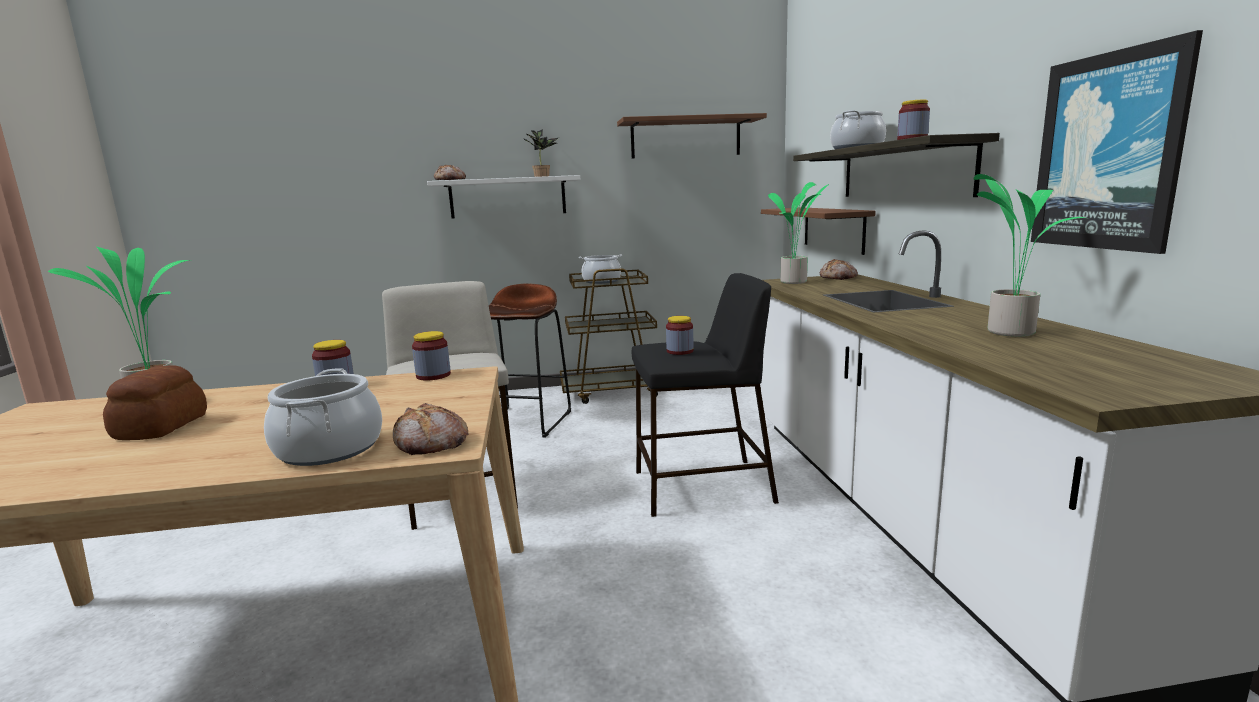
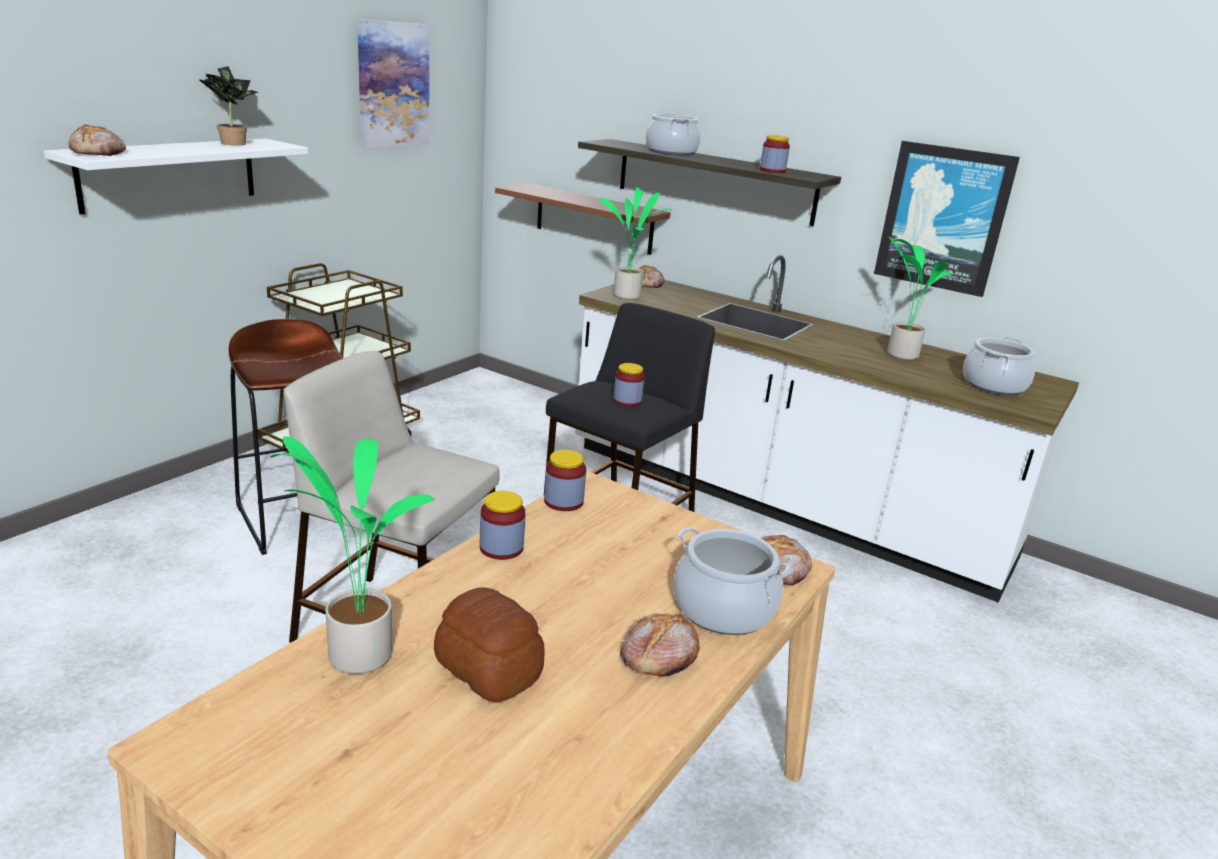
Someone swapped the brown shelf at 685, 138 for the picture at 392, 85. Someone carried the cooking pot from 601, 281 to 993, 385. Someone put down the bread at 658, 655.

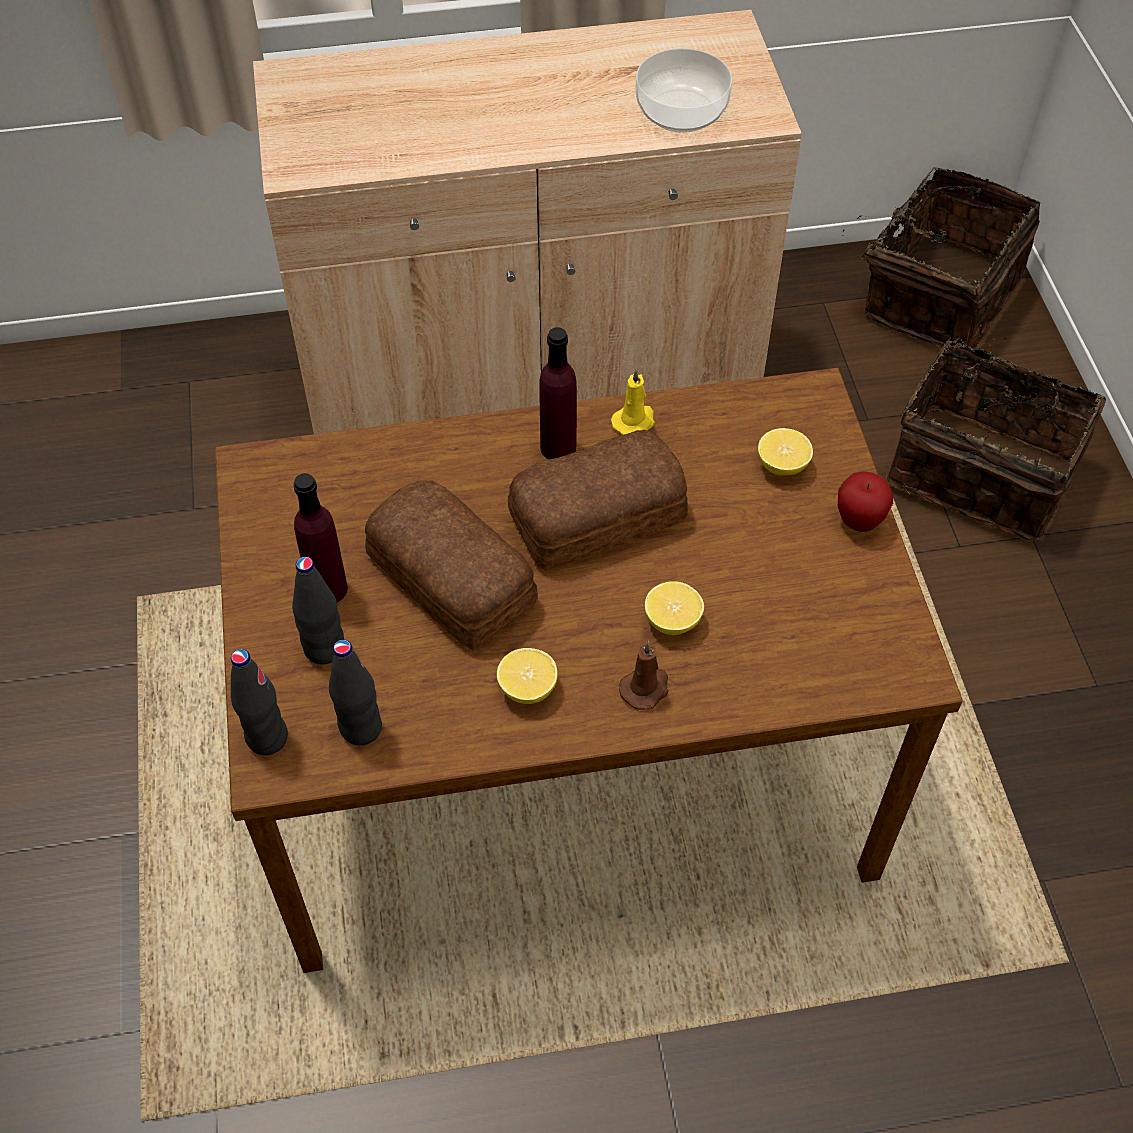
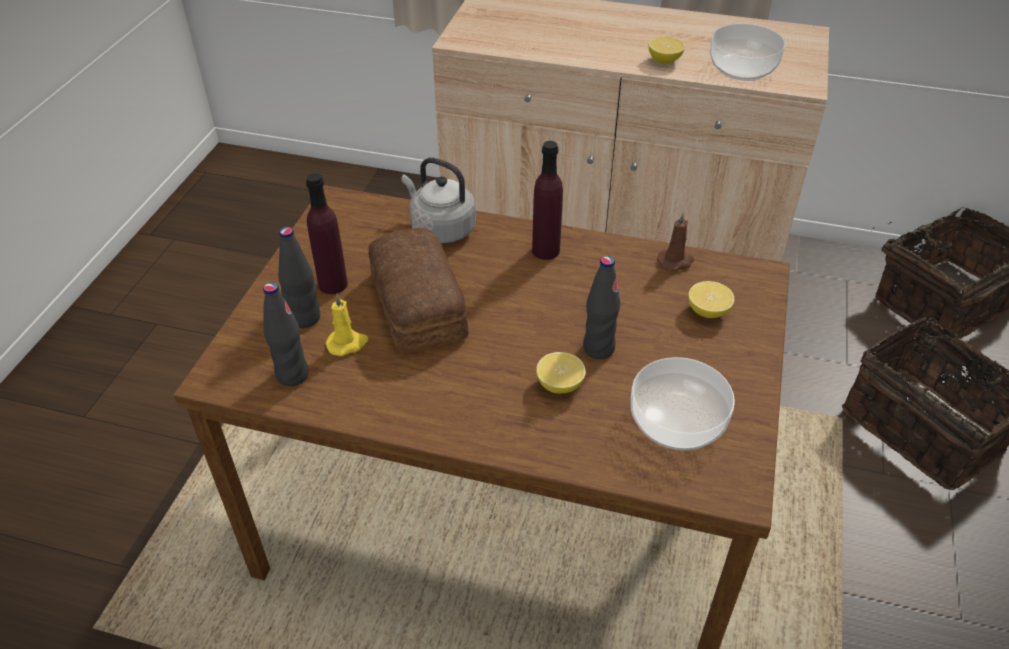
Someone carried the yellow candle from 634, 421 to 347, 343. Someone took away the bread at 593, 515. Someone took away the apple at 859, 521. Someone carried the brown candle from 645, 688 to 676, 261. Someone carried the lemon from 527, 688 to 664, 61. Someone carried the black bottle from 267, 738 to 598, 348. Someone put down the grey kettle at 440, 228. Someone put down the bowl at 675, 421.

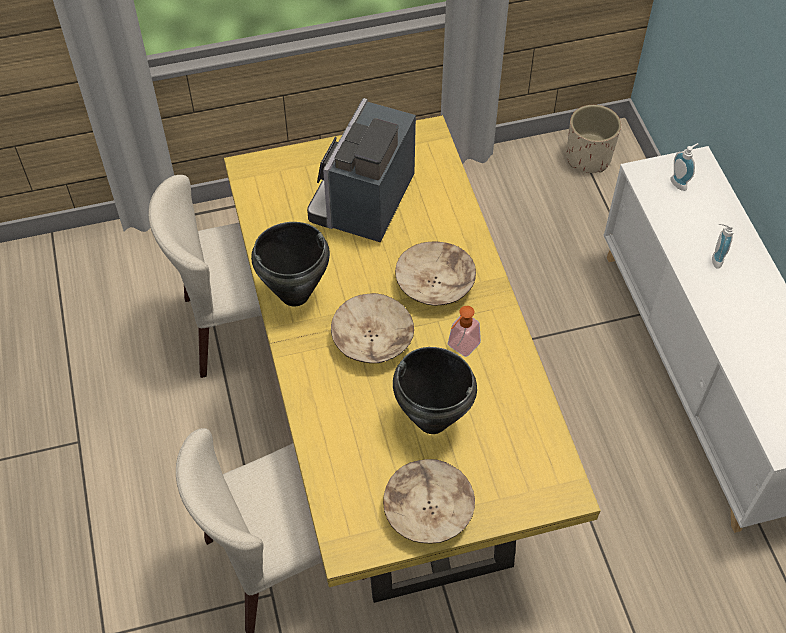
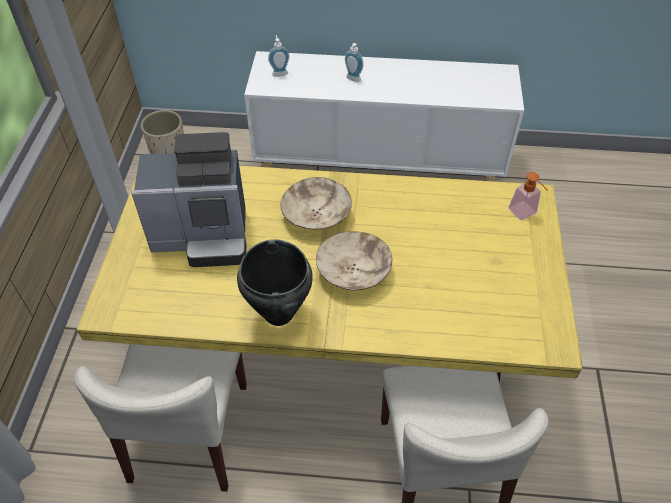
Someone rotated the coffee machine at 363, 203 by 45 degrees counterclockwise. Someone carried the soap dispenser from 460, 348 to 525, 214. Someone took away the black cooking pot at 432, 420. Someone took away the beige bowl at 428, 510.

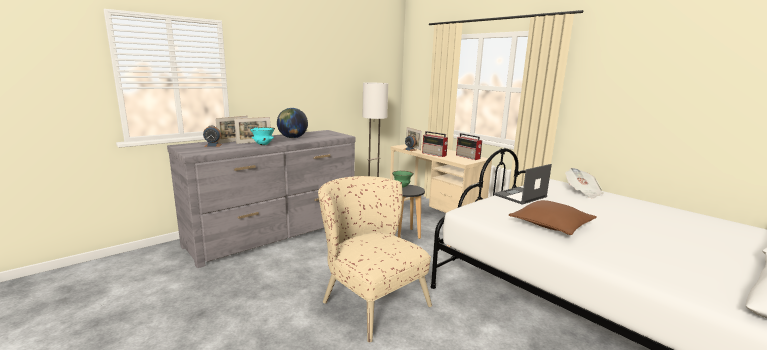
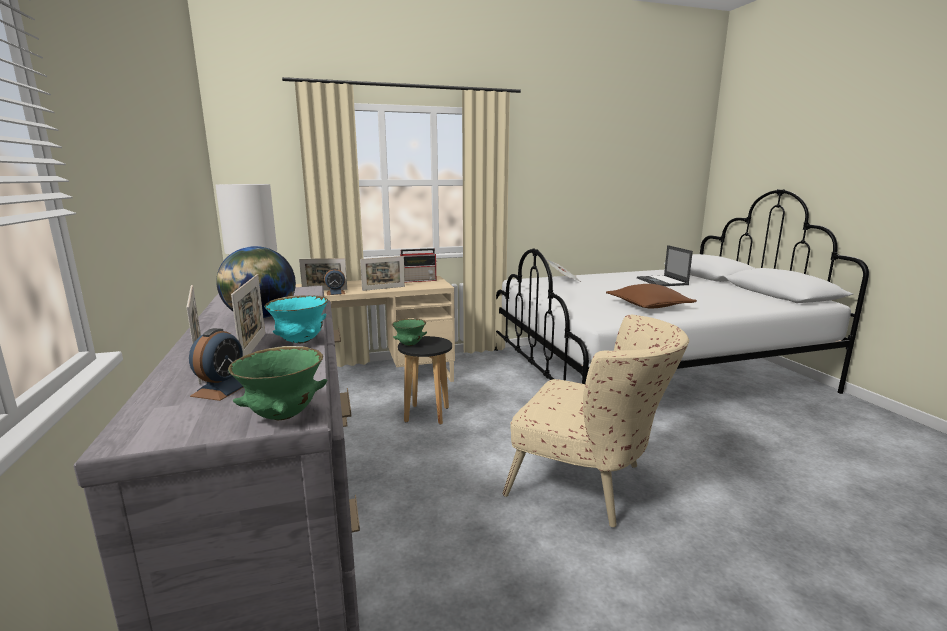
Someone swapped the radio at 434, 154 for the picture frame at 383, 288. Someone carried the laptop from 520, 196 to 662, 281. Someone rotated the beige armchair at 369, 299 by 135 degrees counterclockwise. Someone put down the green bowl at 284, 415.

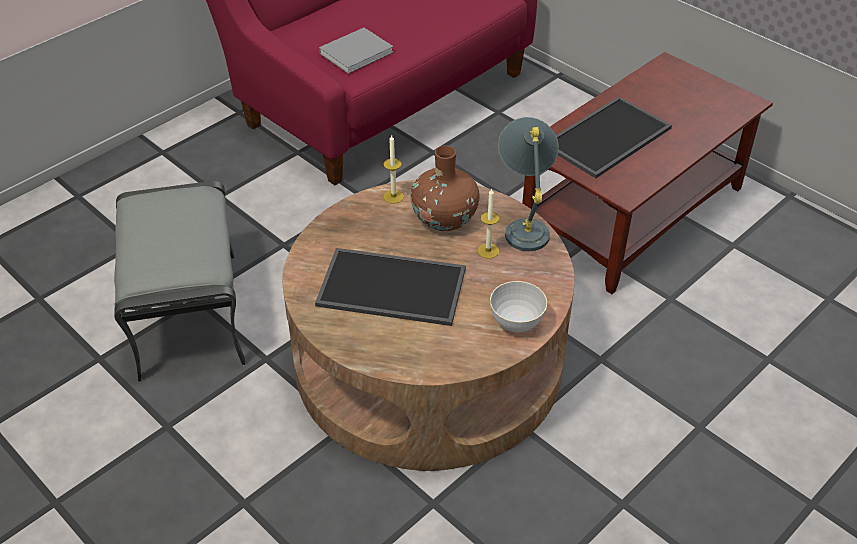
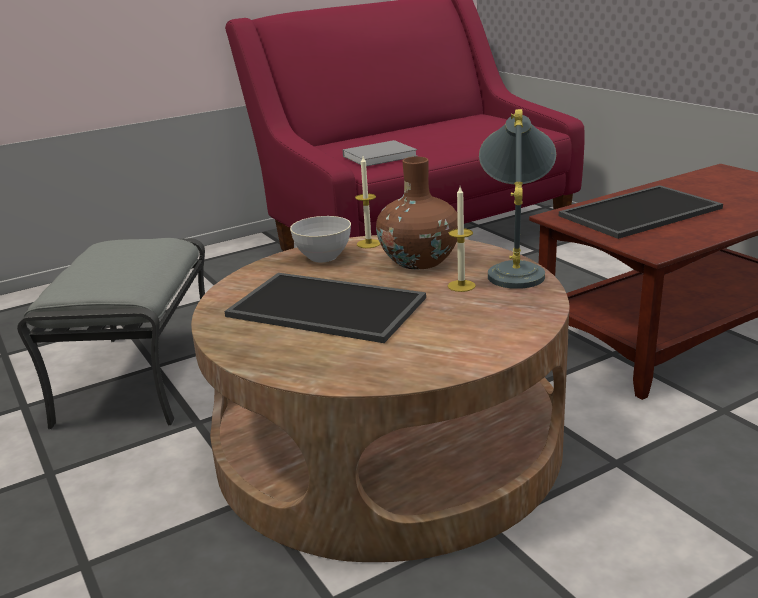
Someone carried the grey bowl from 516, 322 to 323, 257.

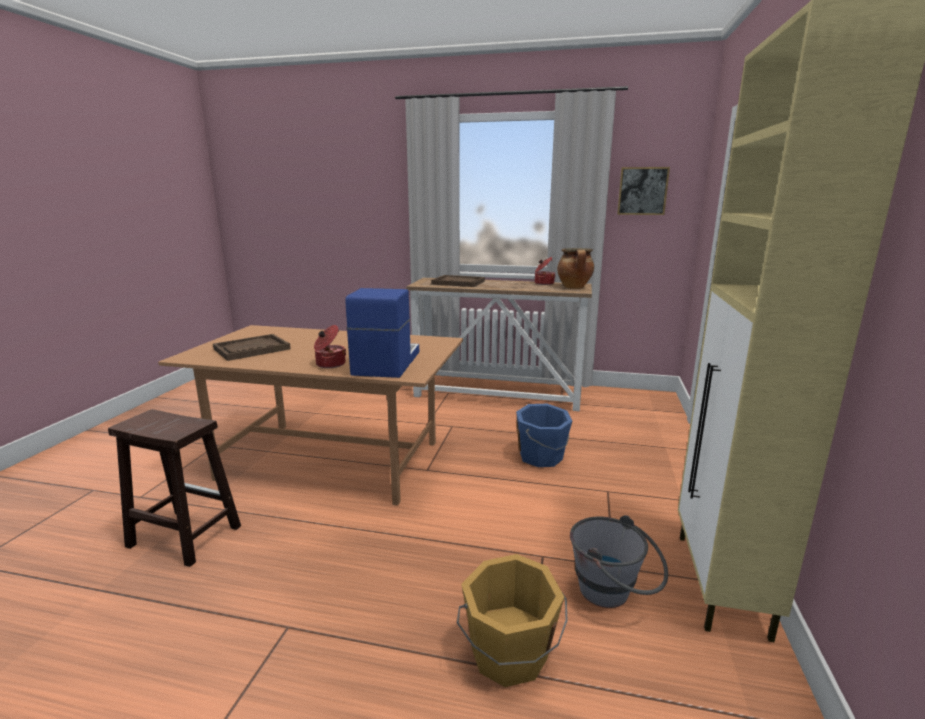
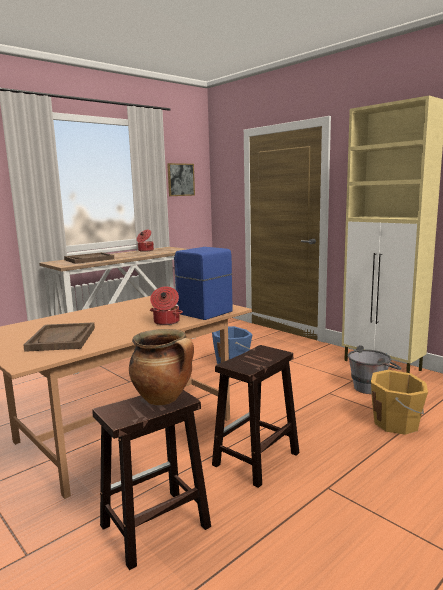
Someone carried the cooking pot from 574, 287 to 164, 399. Someone put down the brown stool at 255, 460.

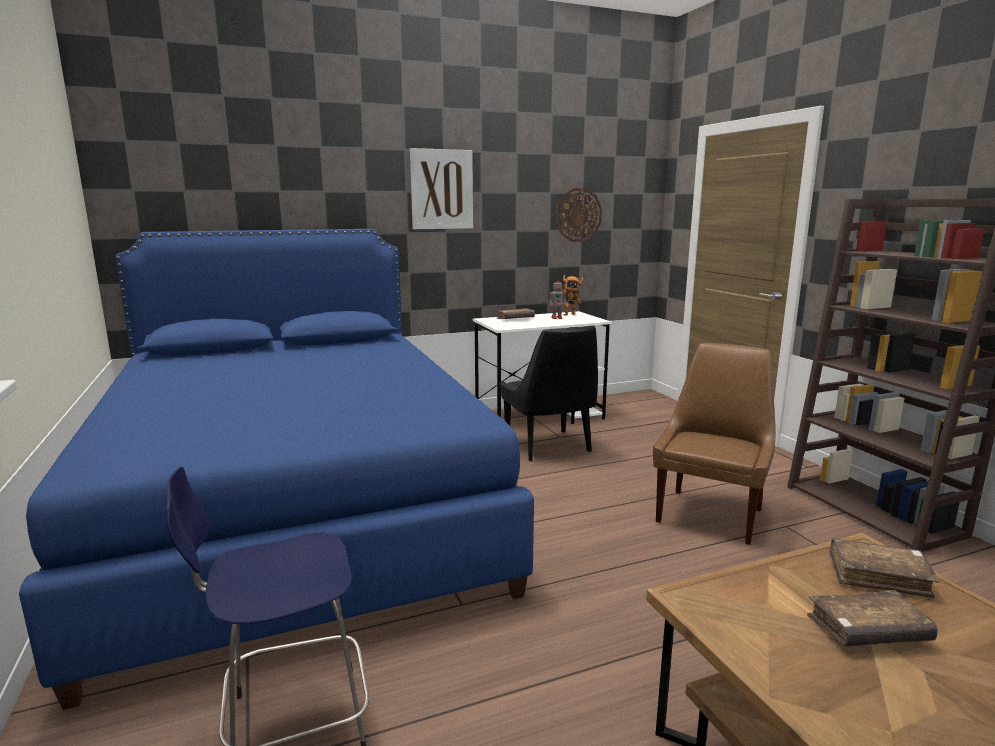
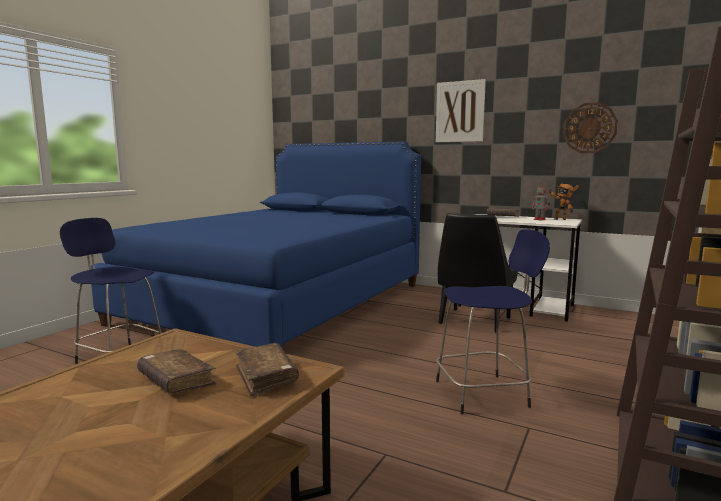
Someone swapped the brown chair at 710, 514 for the blue stool at 484, 393.

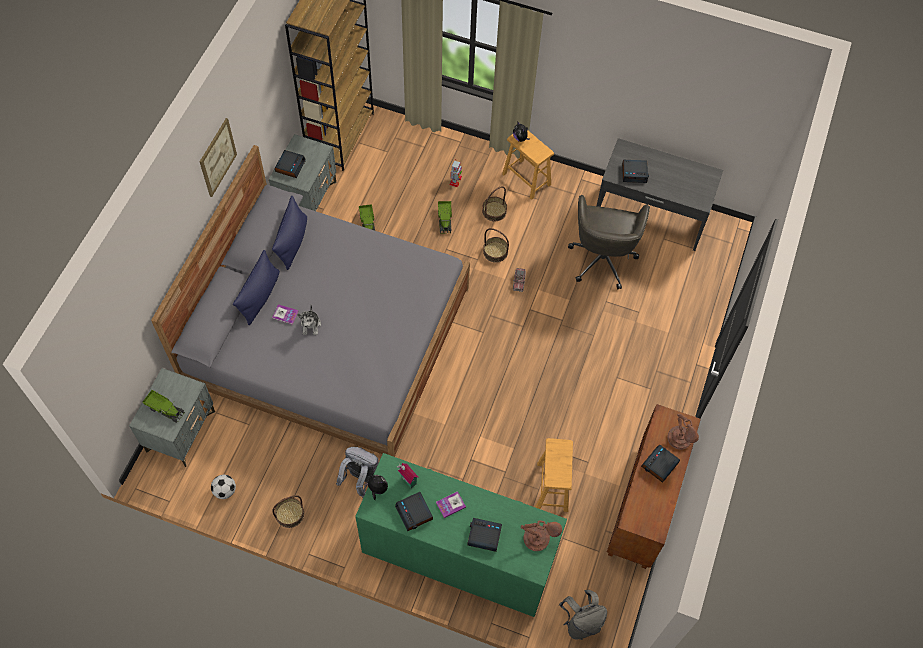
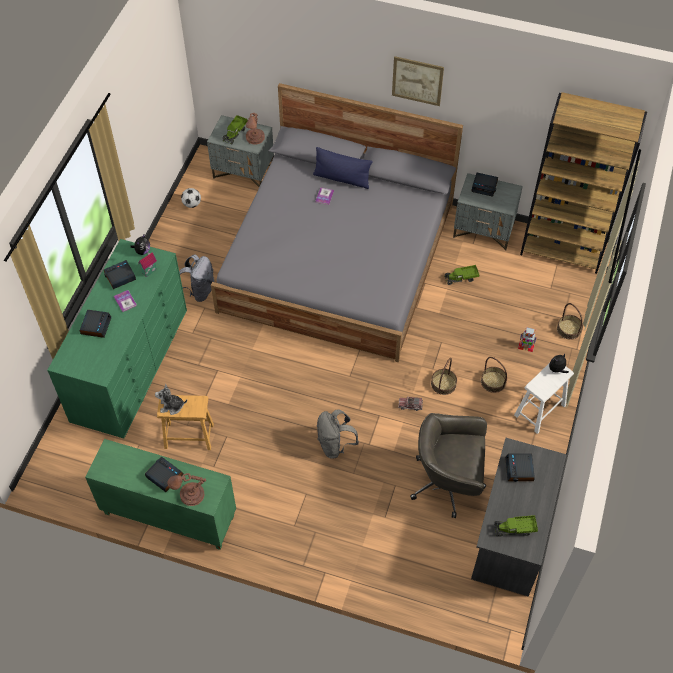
Someone repainted the brown stool at 526, 179, which became the white stool at 540, 410. Someone took away the blue pillow at 292, 242. Someone carried the toy truck from 445, 220 to 515, 529. Someone carried the plush toy from 311, 325 to 171, 406. Someone repainted the brown cabinet at 644, 505, which became the green cabinet at 168, 515. Someone carried the basket from 290, 514 to 569, 329. Someone carried the brown table lamp from 538, 539 to 255, 139. Someone carried the grey backpack from 581, 622 to 335, 445.

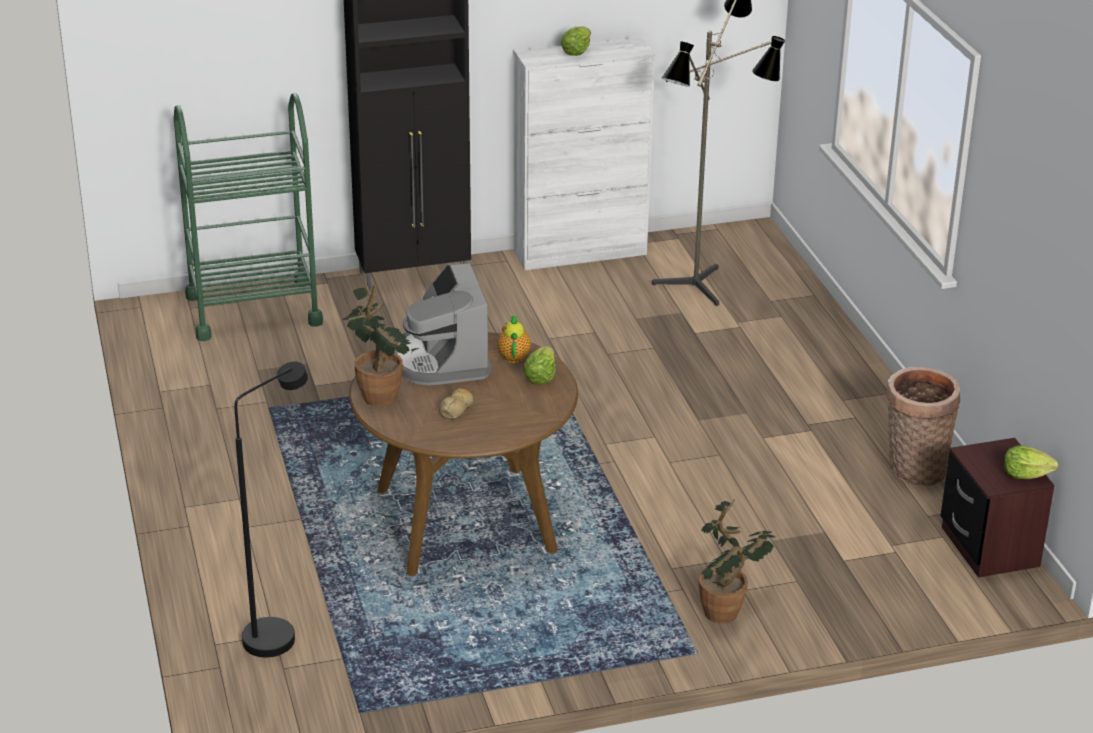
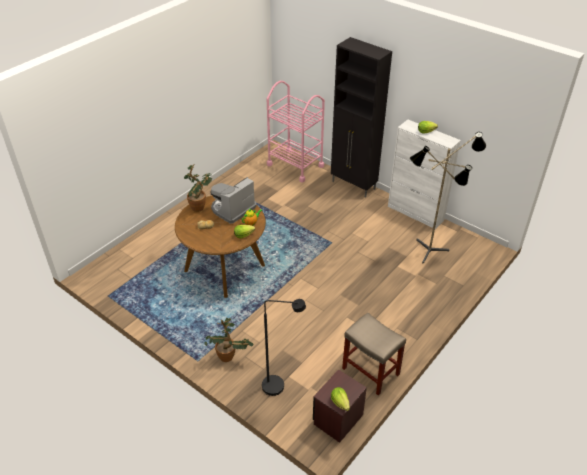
Someone repainted the green cart at 253, 310, which became the pink cart at 295, 165. Someone carried the black floor lamp from 278, 632 to 279, 386. Someone swapped the basket at 913, 469 for the beige stool at 370, 371.

